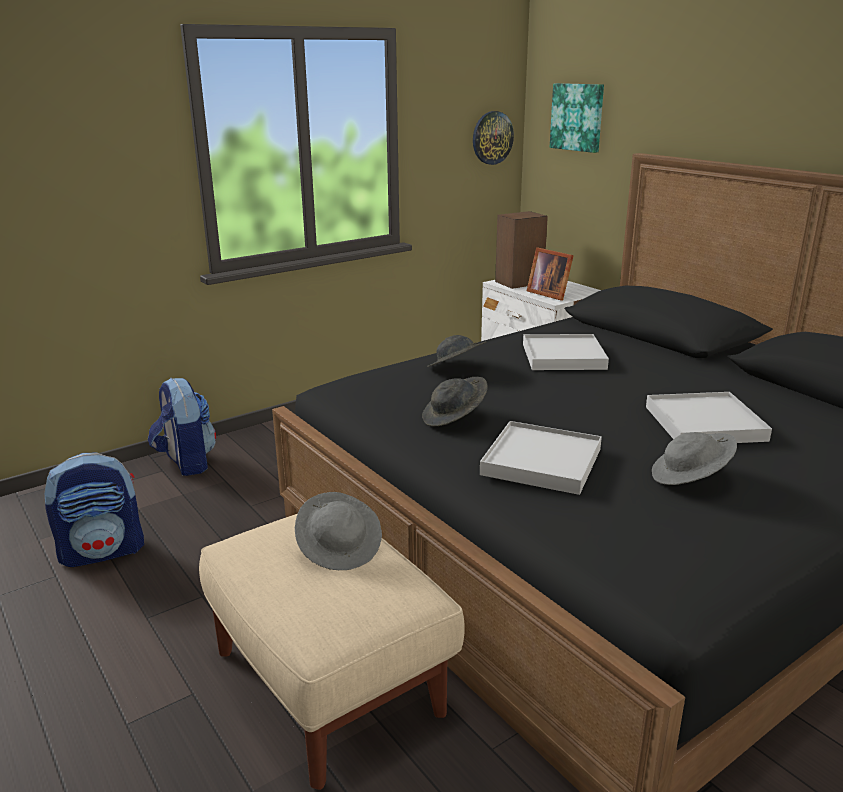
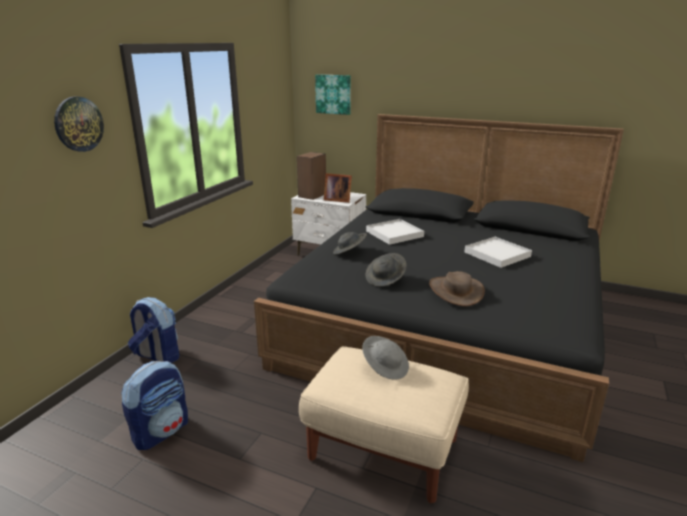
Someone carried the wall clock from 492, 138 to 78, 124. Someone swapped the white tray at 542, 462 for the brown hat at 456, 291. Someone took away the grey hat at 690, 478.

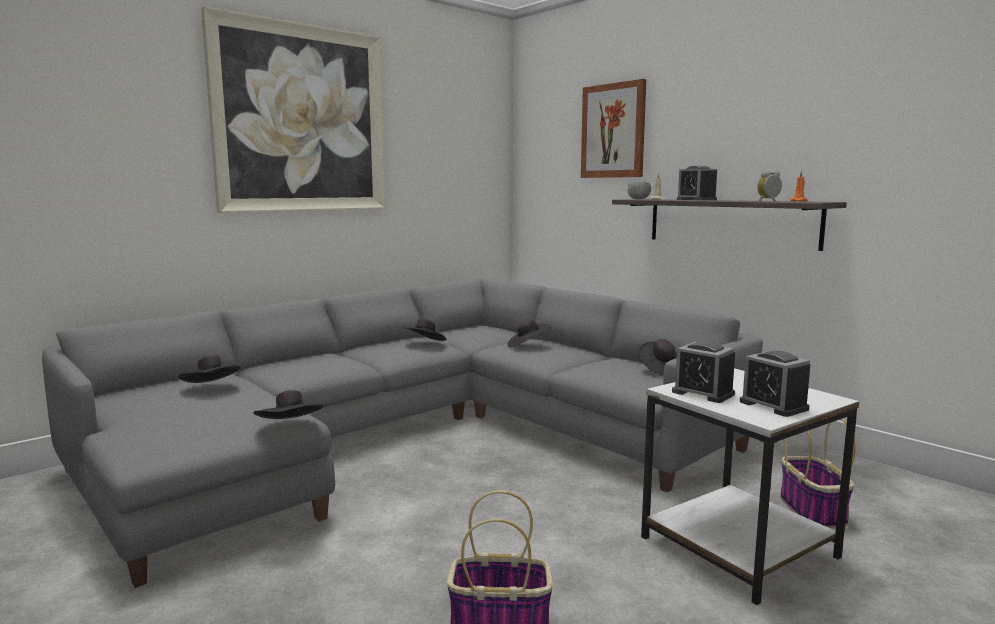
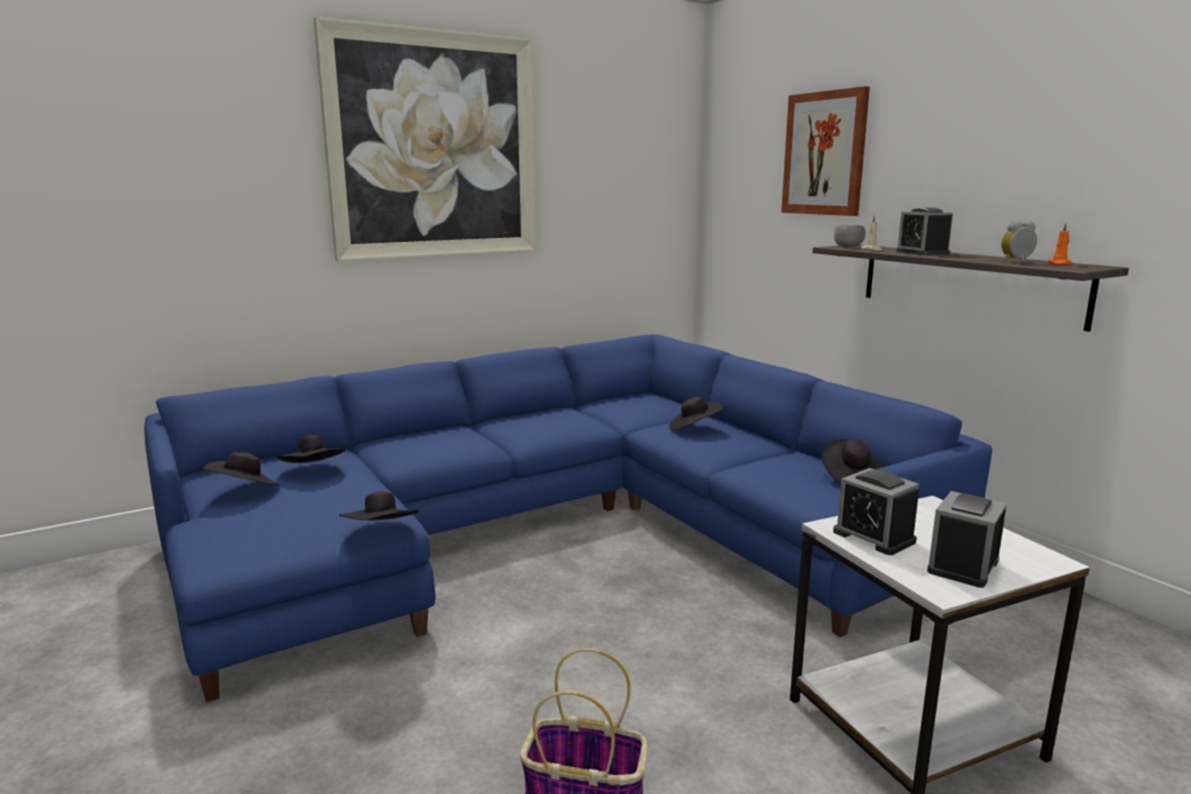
Someone repainted the grey sofa at 413, 436, which became the blue sofa at 550, 530. Someone carried the black hat from 425, 344 to 245, 490. Someone rotated the alarm clock at 773, 405 by 60 degrees clockwise. Someone took away the basket at 813, 511.

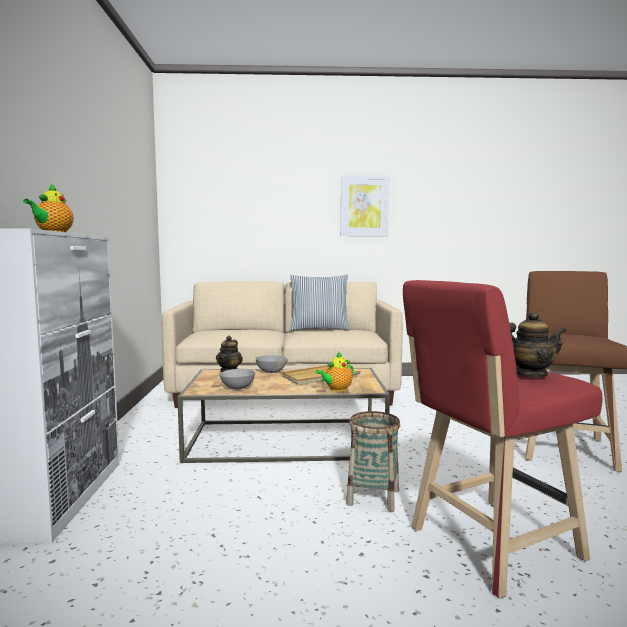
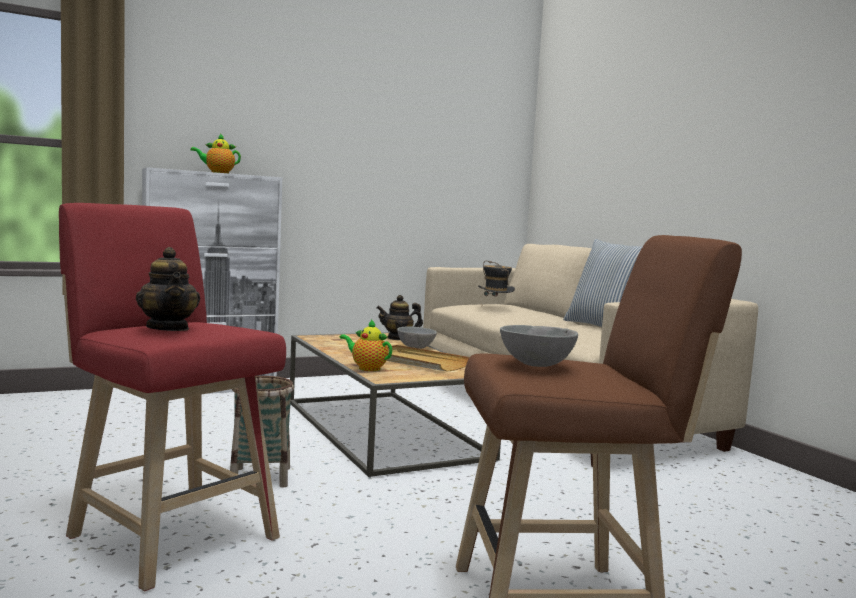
Someone took away the picture at 364, 206. Someone carried the grey bowl from 237, 388 to 535, 365. Someone put down the hat at 494, 310.

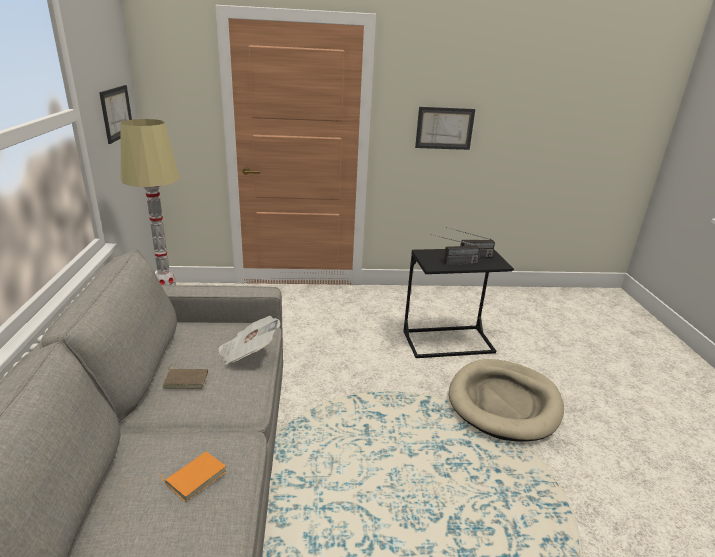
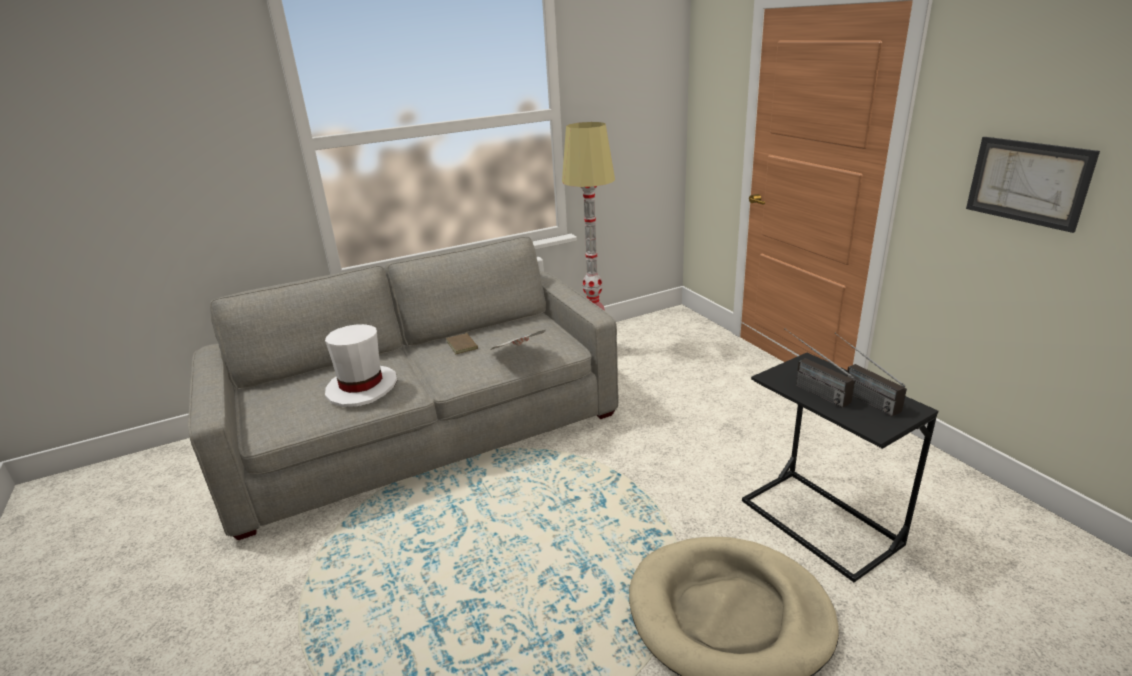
Someone took away the picture at 116, 113. Someone swapped the orange book at 195, 476 for the white hat at 362, 387.

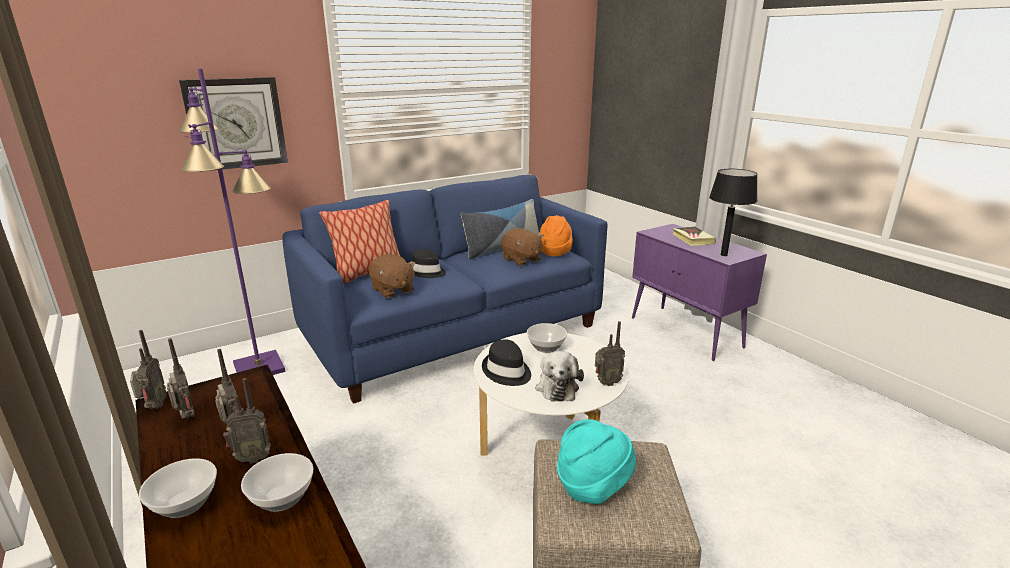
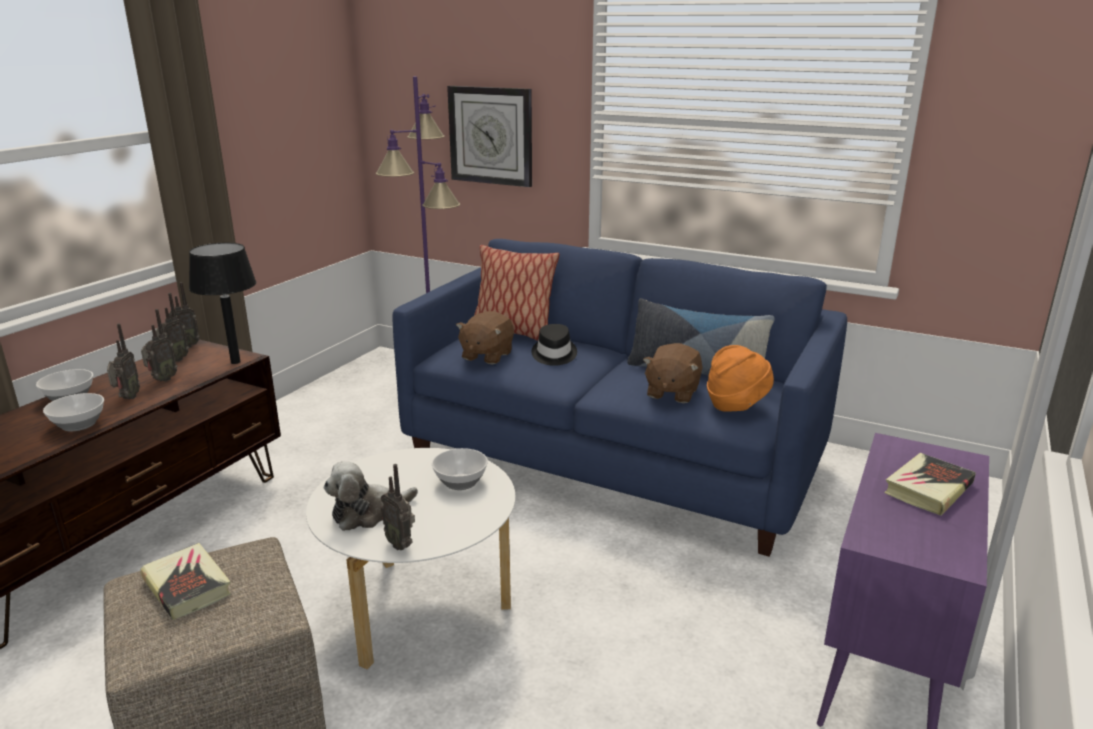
Someone carried the black table lamp from 724, 255 to 236, 362. Someone took away the black hat at 506, 372. Someone rotated the radio at 252, 458 by 135 degrees counterclockwise. Someone swapped the turquoise hat at 593, 486 for the book at 187, 586.

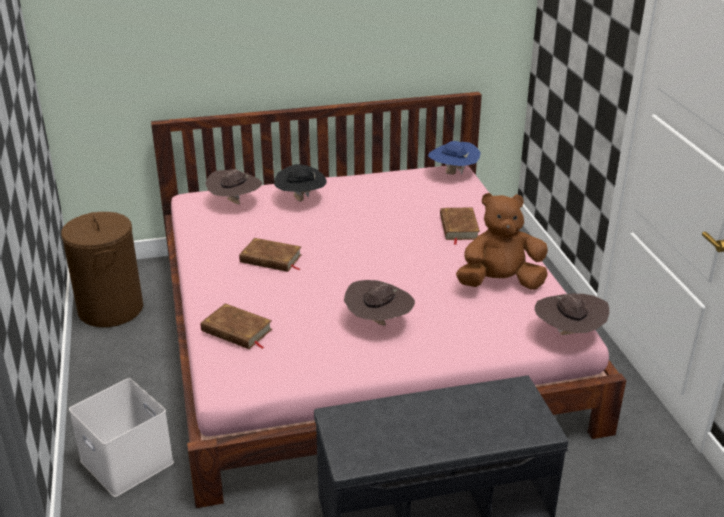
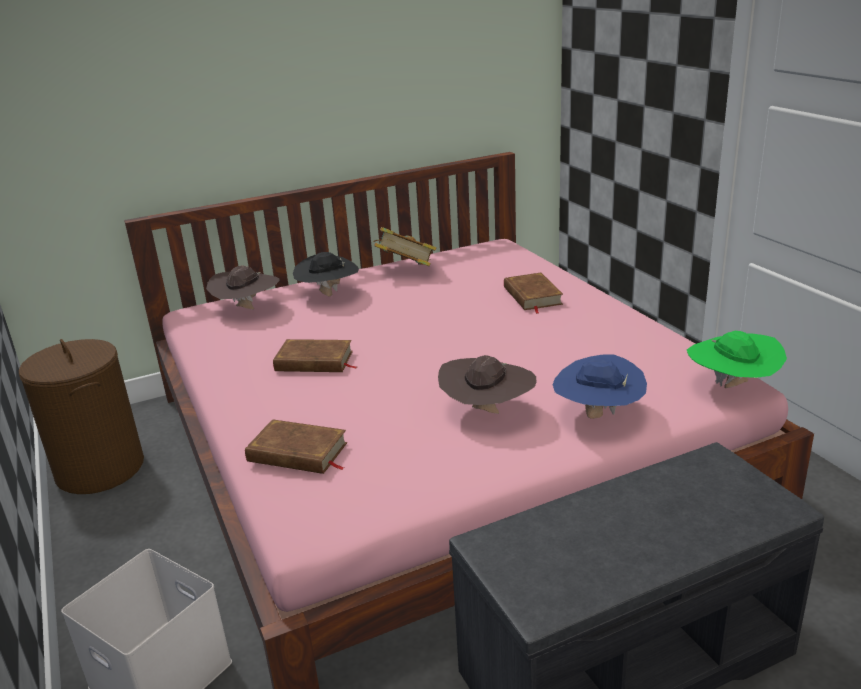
Someone carried the blue hat from 452, 173 to 597, 416. Someone took away the brown plush toy at 500, 283. Someone repainted the brown hat at 568, 334, which became the green hat at 732, 387. Someone put down the book at 406, 271.

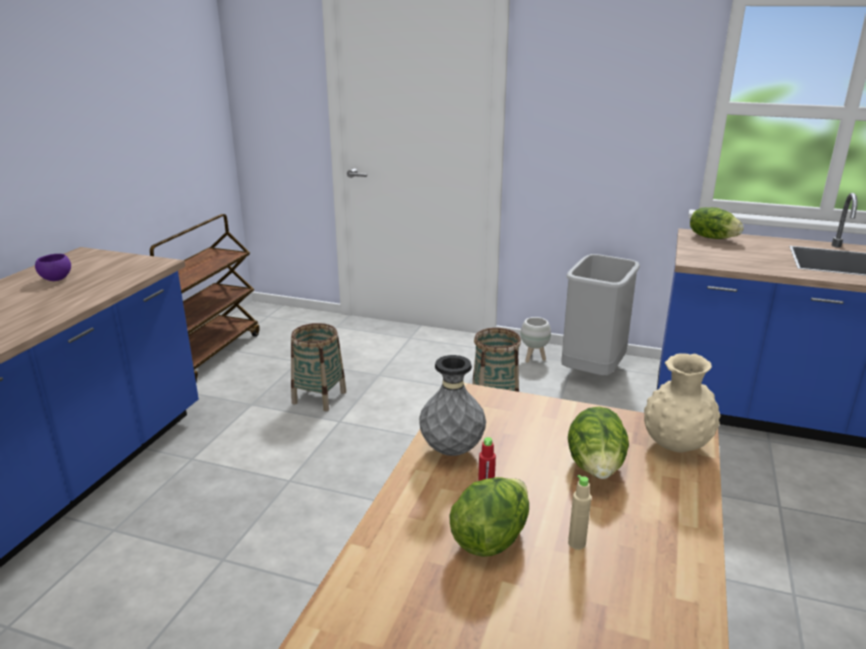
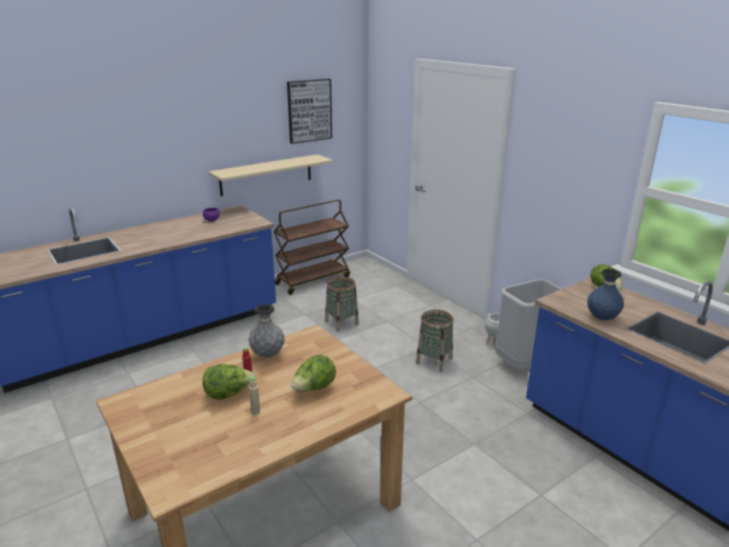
Someone took away the beige vase at 675, 446. Someone put up the picture at 309, 110. Someone put up the beige shelf at 266, 175. Someone put down the blue vase at 602, 318.

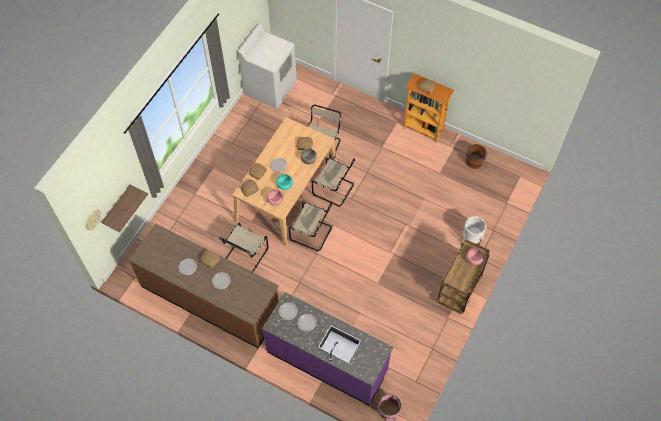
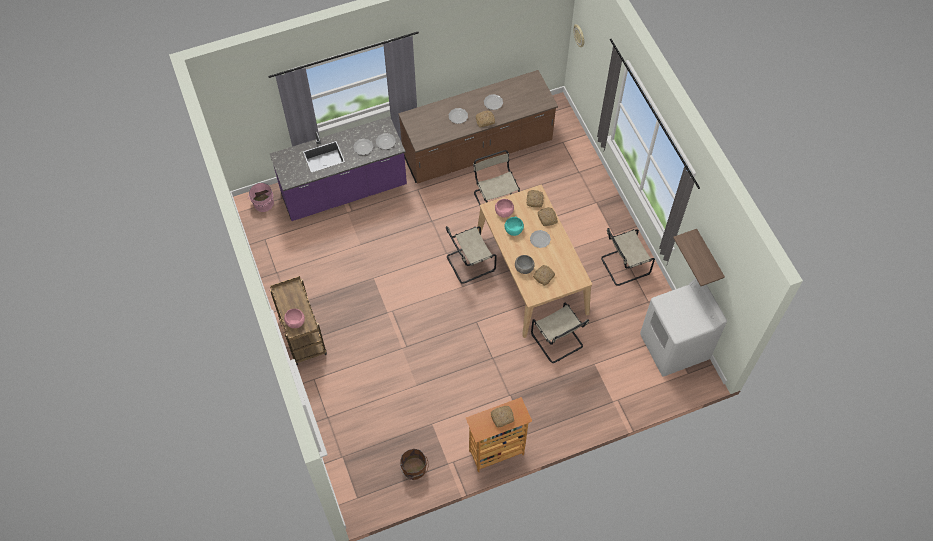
Someone carried the beige chair from 334, 190 to 623, 266. Someone carried the shelf from 117, 207 to 708, 257. Someone took away the white planter at 471, 238.

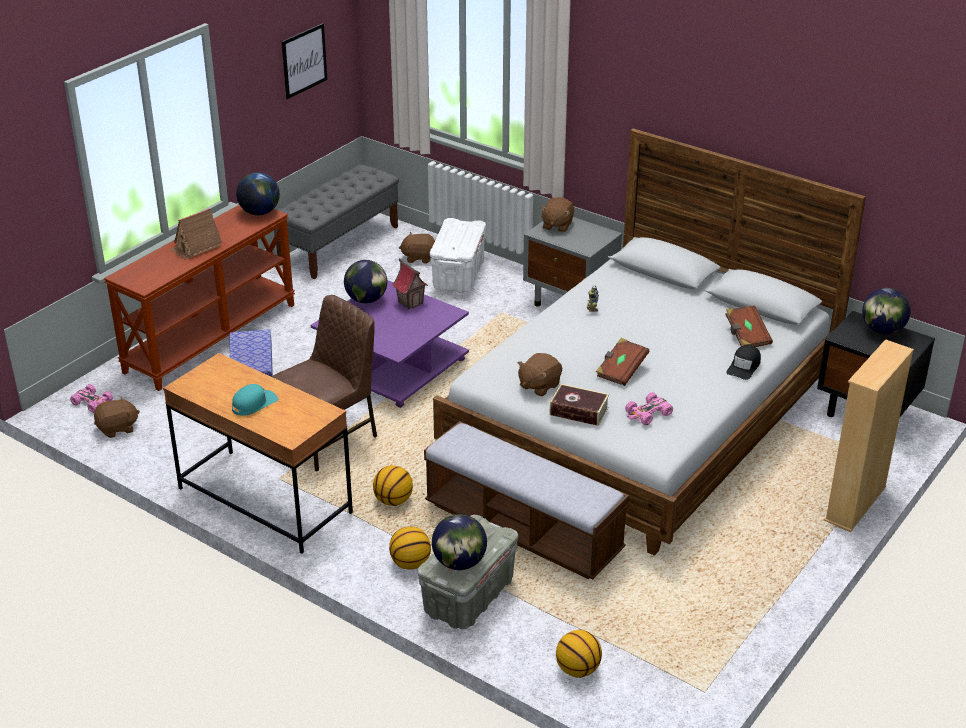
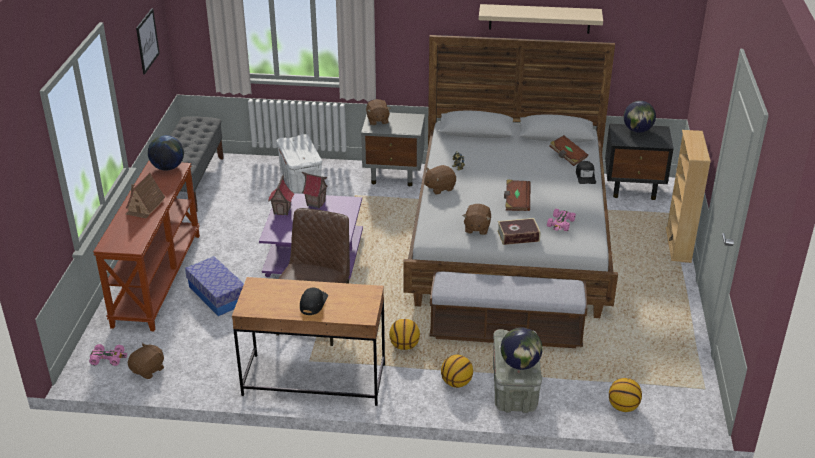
Someone carried the brown plush toy from 419, 257 to 439, 188. Someone swapped the globe at 366, 300 for the toy house at 282, 211. Someone repainted the turquoise cap at 254, 403, which became the black cap at 313, 303. Someone put up the beige shelf at 539, 18.

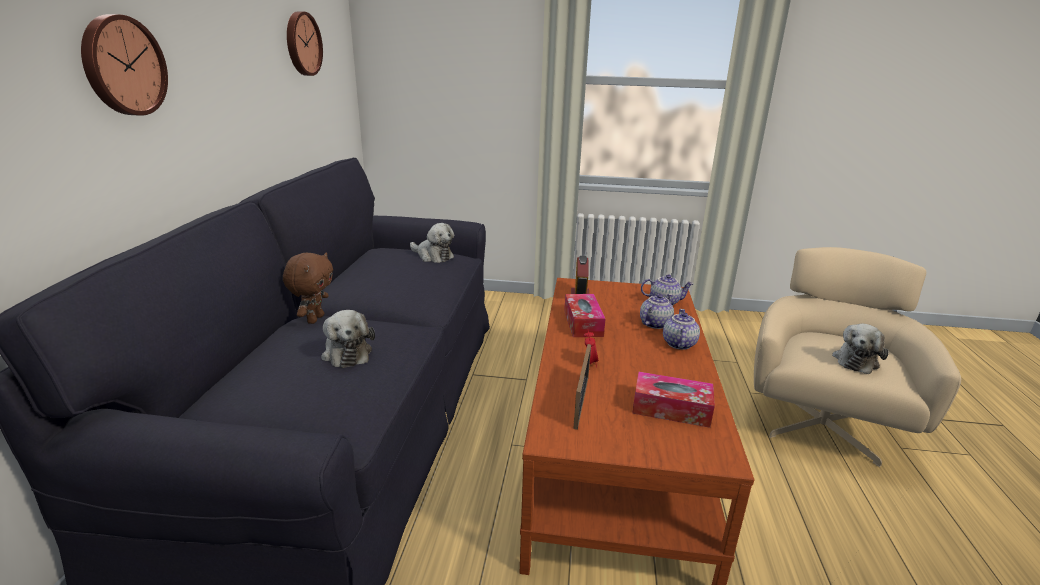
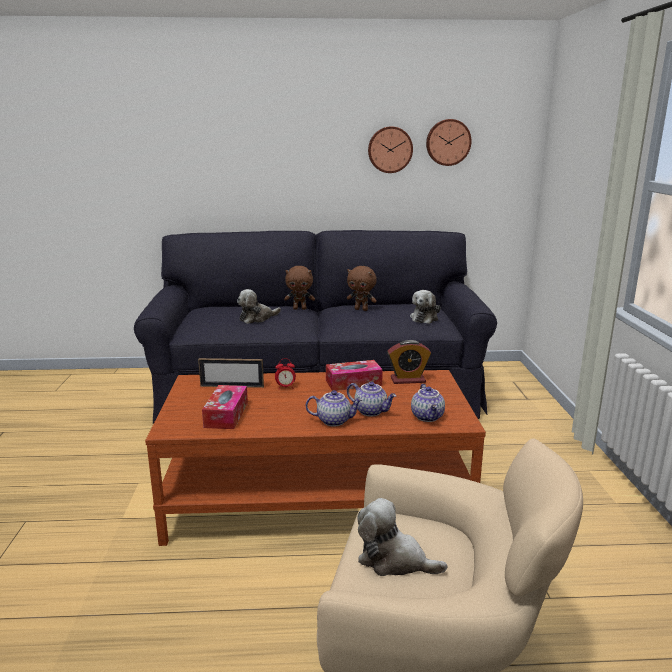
Someone carried the wall clock from 122, 66 to 390, 149. Someone put down the brown plush toy at 361, 309.

